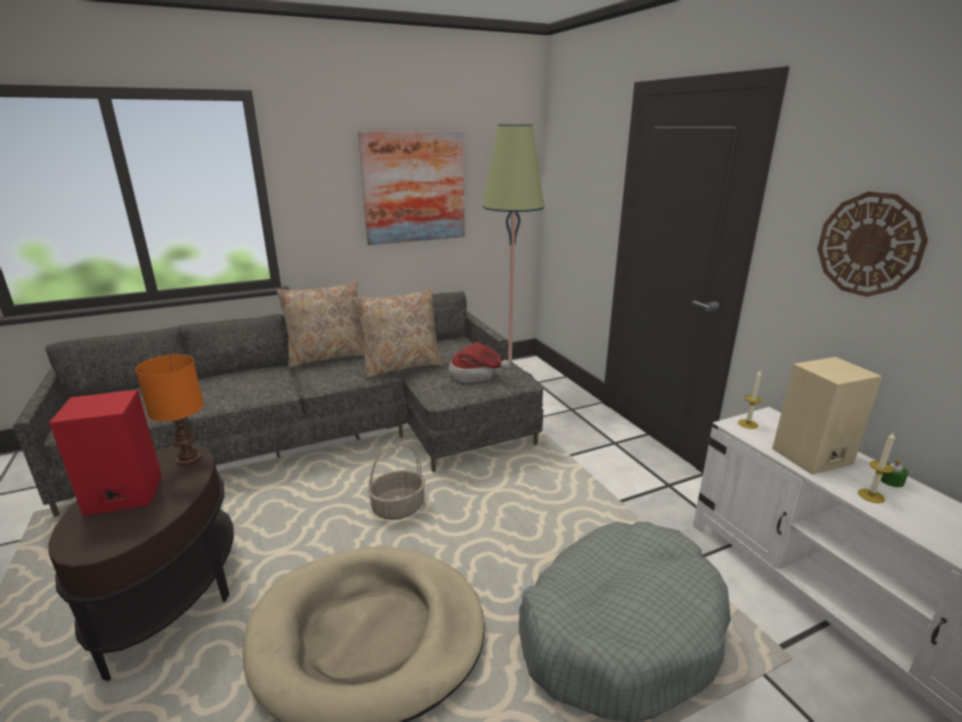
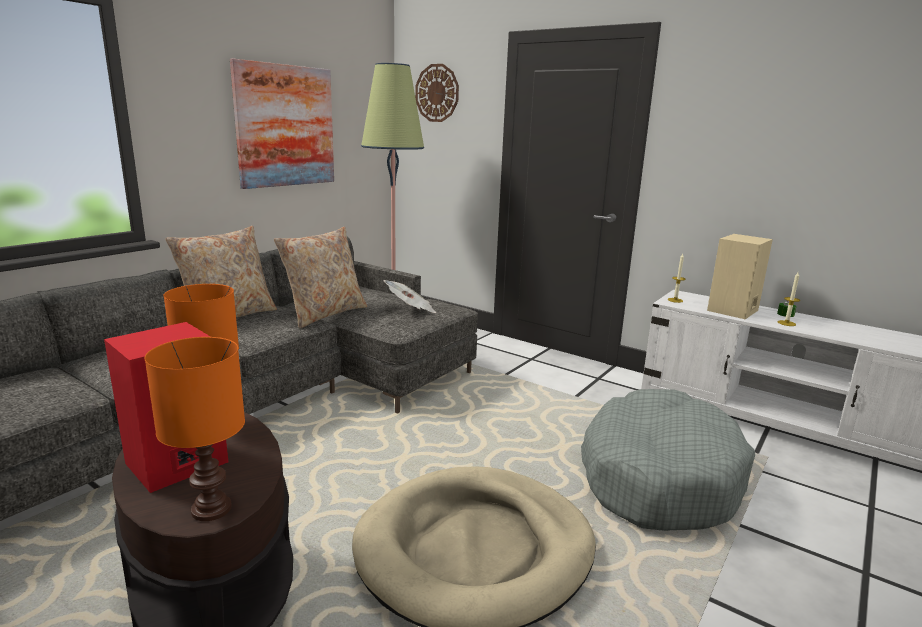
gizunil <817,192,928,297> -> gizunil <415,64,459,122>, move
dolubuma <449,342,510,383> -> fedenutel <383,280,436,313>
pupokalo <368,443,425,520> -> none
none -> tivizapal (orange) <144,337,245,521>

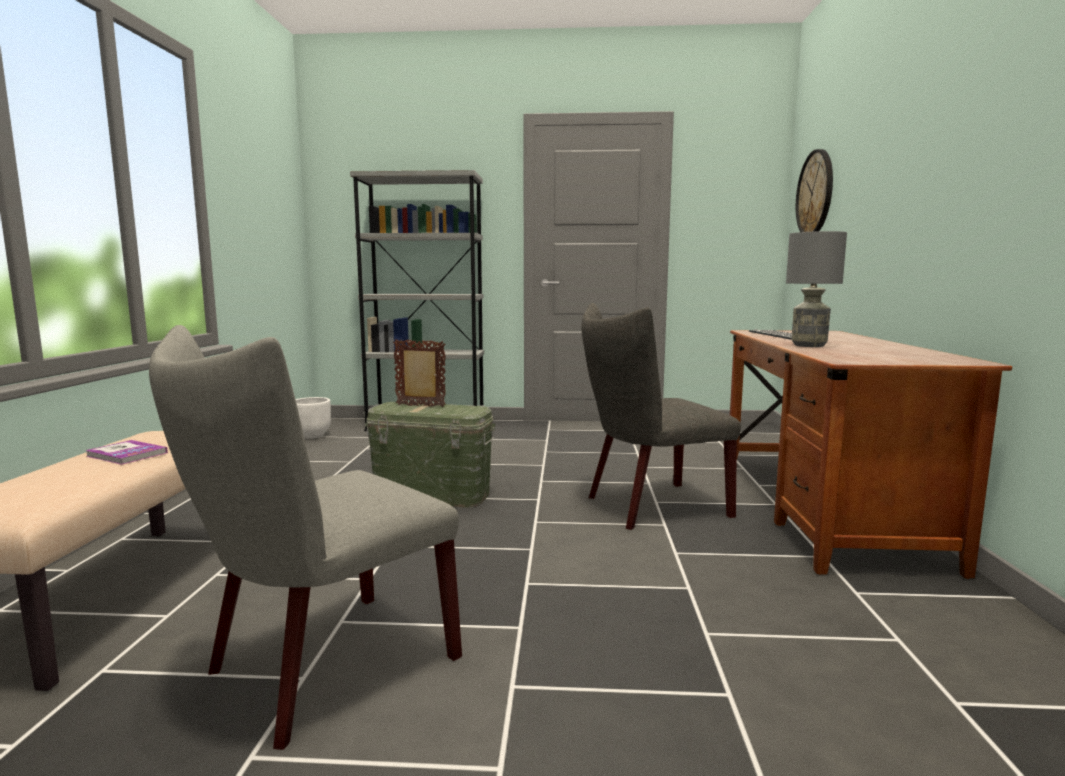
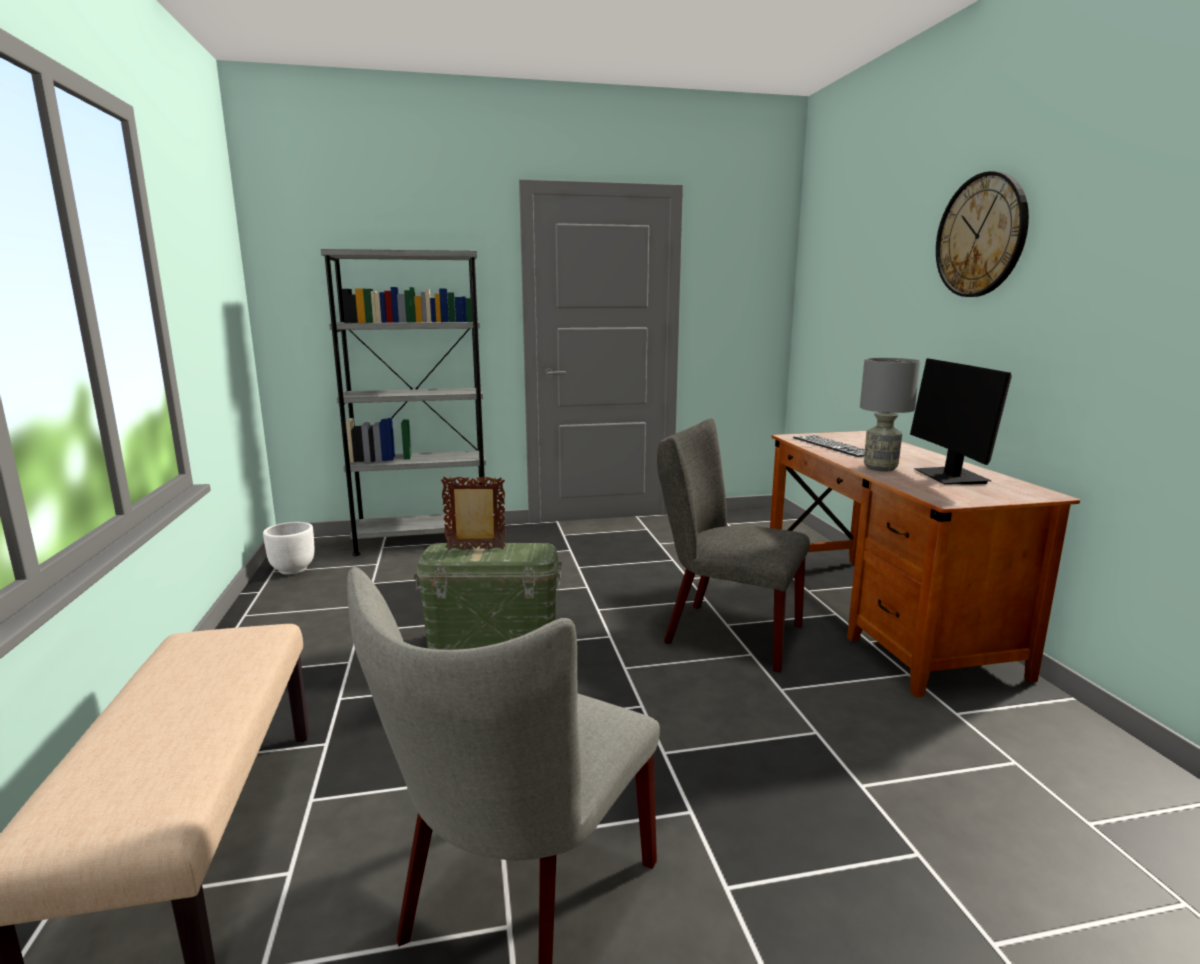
gizunil <796,149,833,232> -> gizunil <936,171,1029,297>, move
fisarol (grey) <581,303,741,530> -> fisarol (grey) <657,418,810,673>, 60 degrees clockwise
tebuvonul <85,440,168,465> -> none
none -> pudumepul <910,358,1012,484>

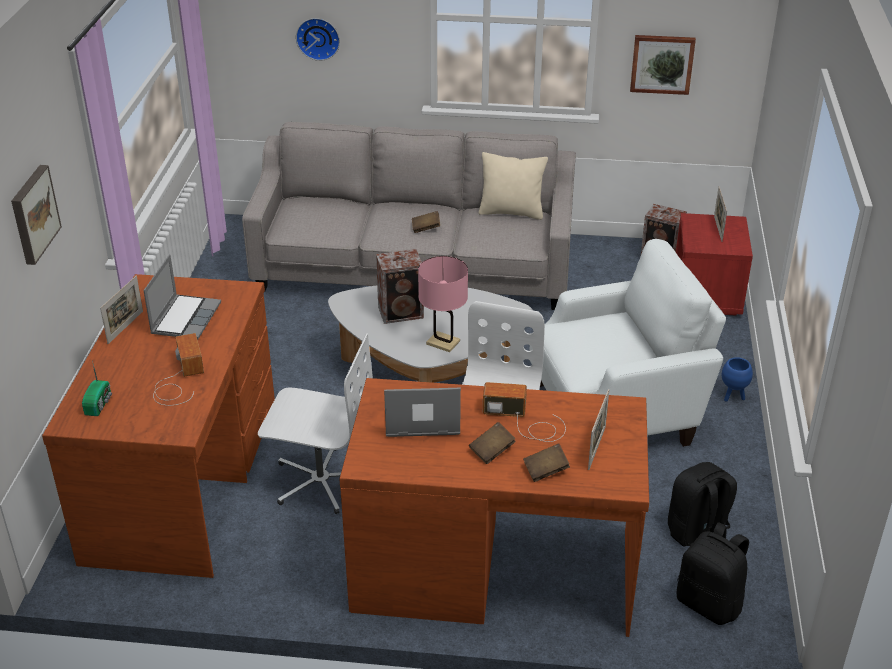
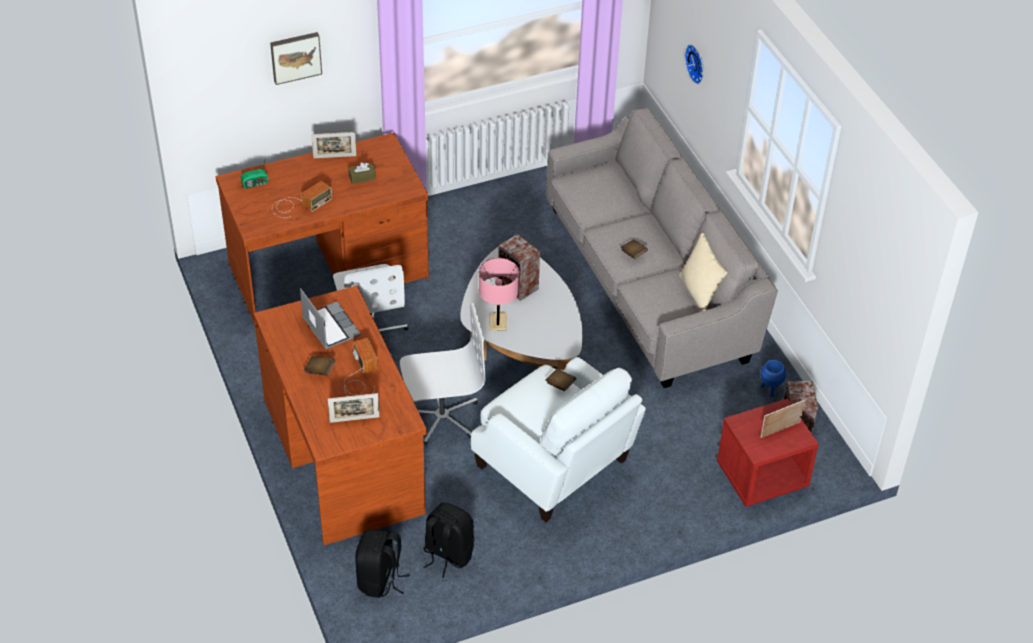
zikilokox <630,35,696,95> -> none
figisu <143,254,221,340> -> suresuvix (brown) <348,162,376,184>
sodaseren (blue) <722,357,753,402> -> sodaseren (blue) <760,360,786,397>, move
tebuvonul (brown) <523,443,570,482> -> tebuvonul (brown) <545,369,576,391>, move

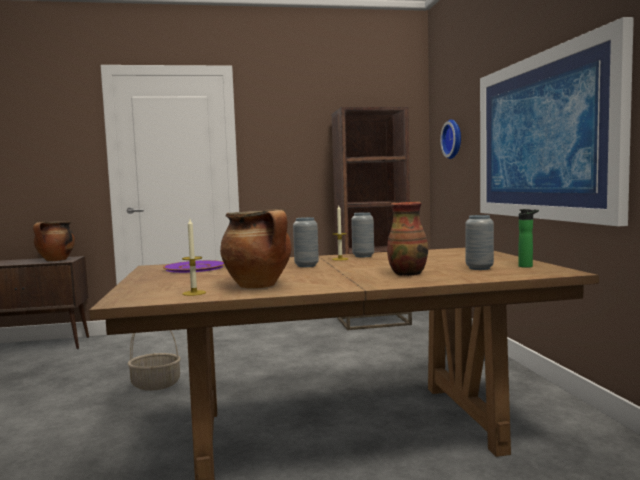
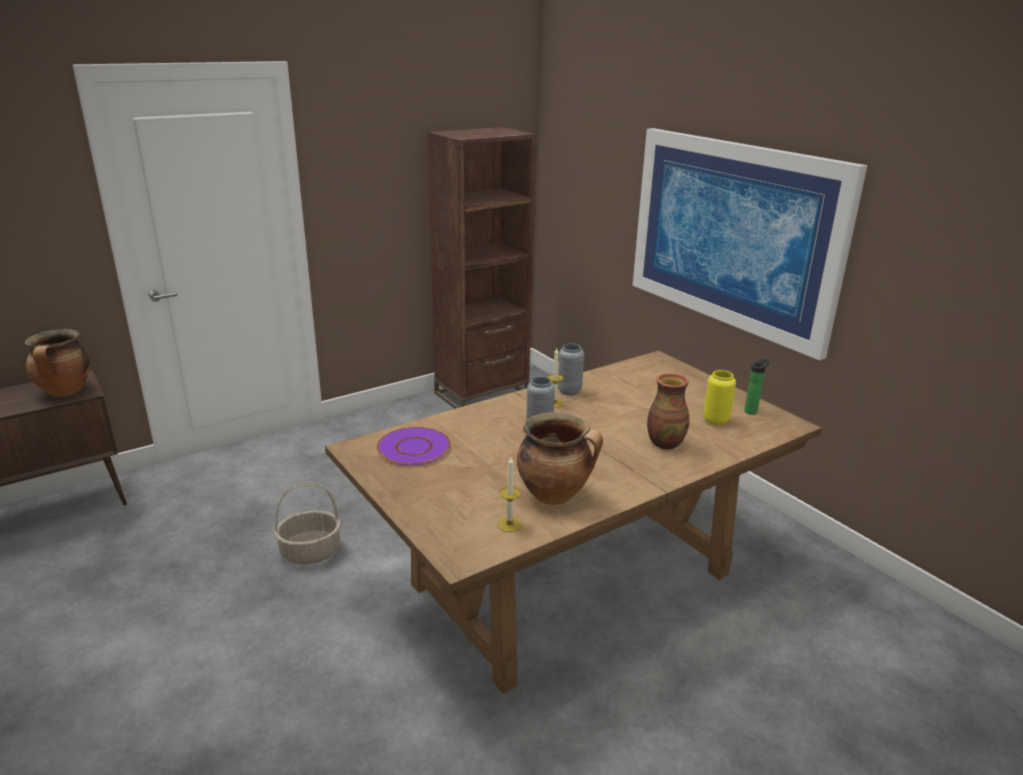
gizunil <440,119,461,159> -> none
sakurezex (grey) <465,215,494,270> -> sakurezex (yellow) <703,370,736,426>

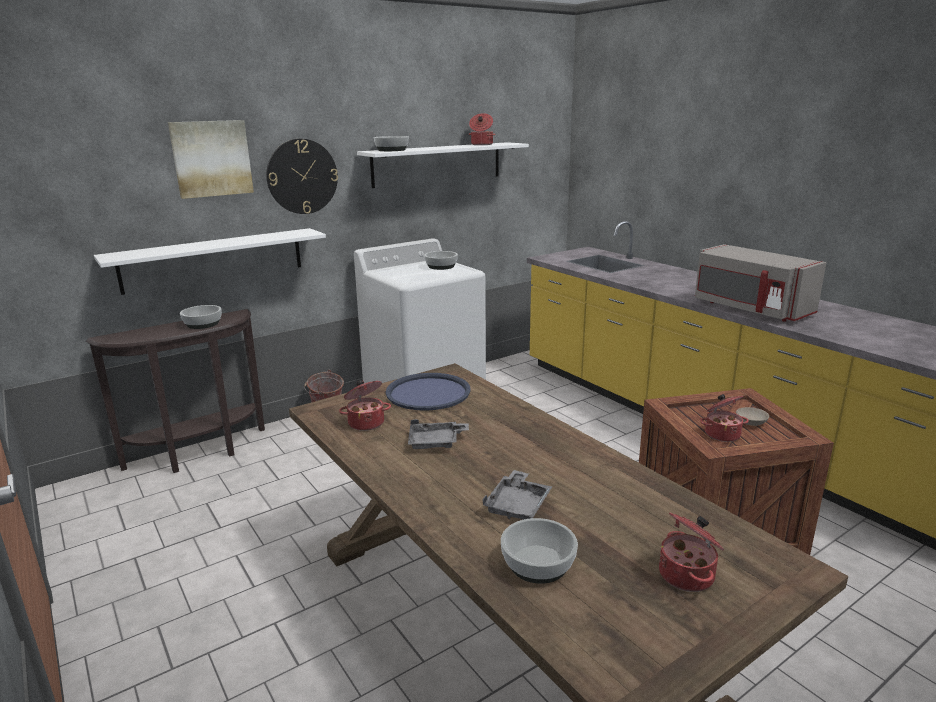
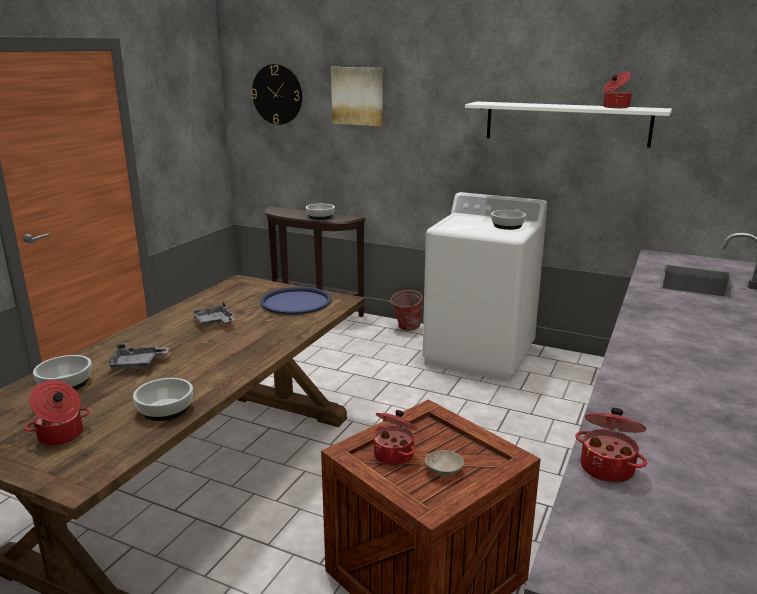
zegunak <374,136,409,151> -> zegunak <133,378,193,421>, move
gizunil <266,139,338,214> -> gizunil <251,64,302,125>, move
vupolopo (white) <94,228,326,295> -> none
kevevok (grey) <695,244,826,322> -> none
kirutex <339,380,391,431> -> kirutex <576,408,647,483>, move

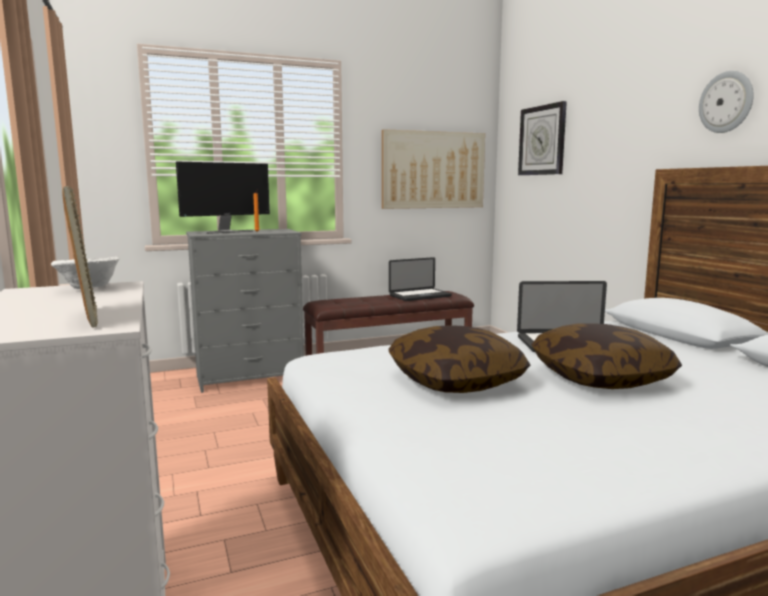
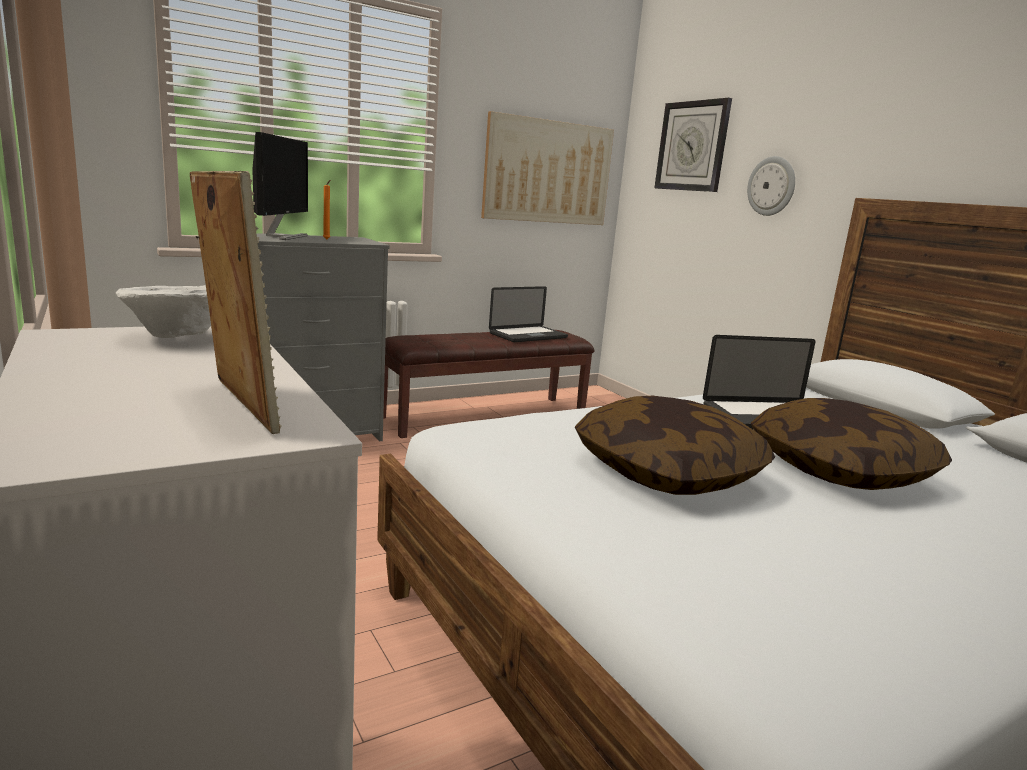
gizunil <699,71,754,133> -> gizunil <747,156,795,216>, move
pudumepul <176,162,270,234> -> pudumepul <252,132,308,240>, 45 degrees counterclockwise

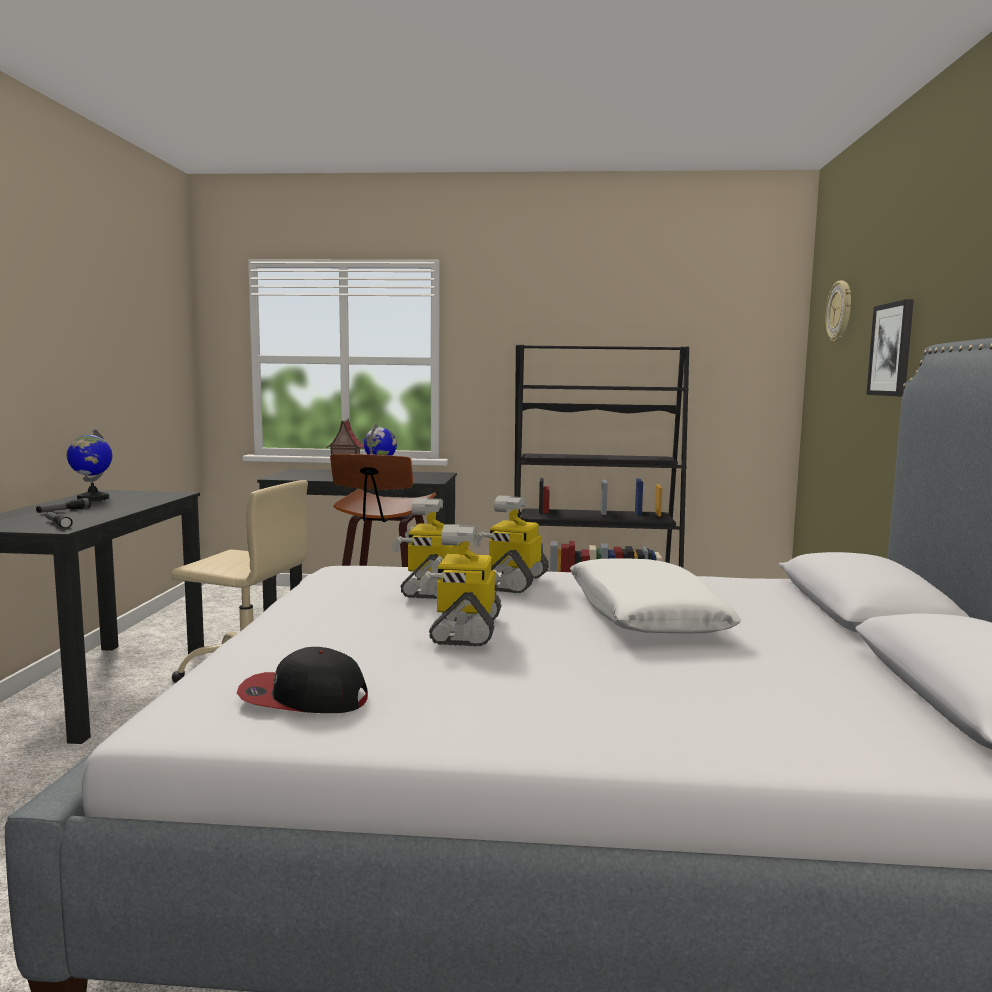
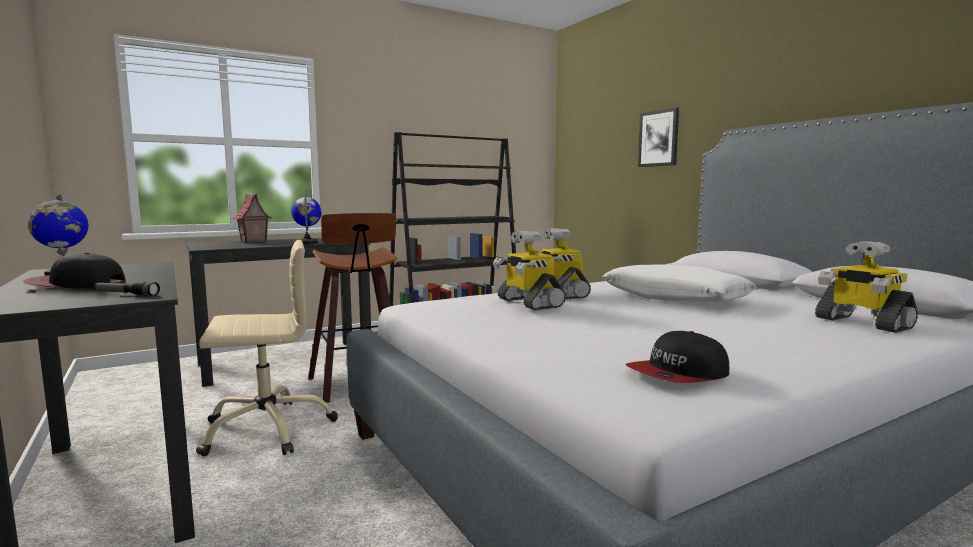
gizunil <825,280,851,343> -> none
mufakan <36,498,91,513> -> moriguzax <23,253,126,289>
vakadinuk <419,524,502,646> -> vakadinuk <815,241,918,333>, move

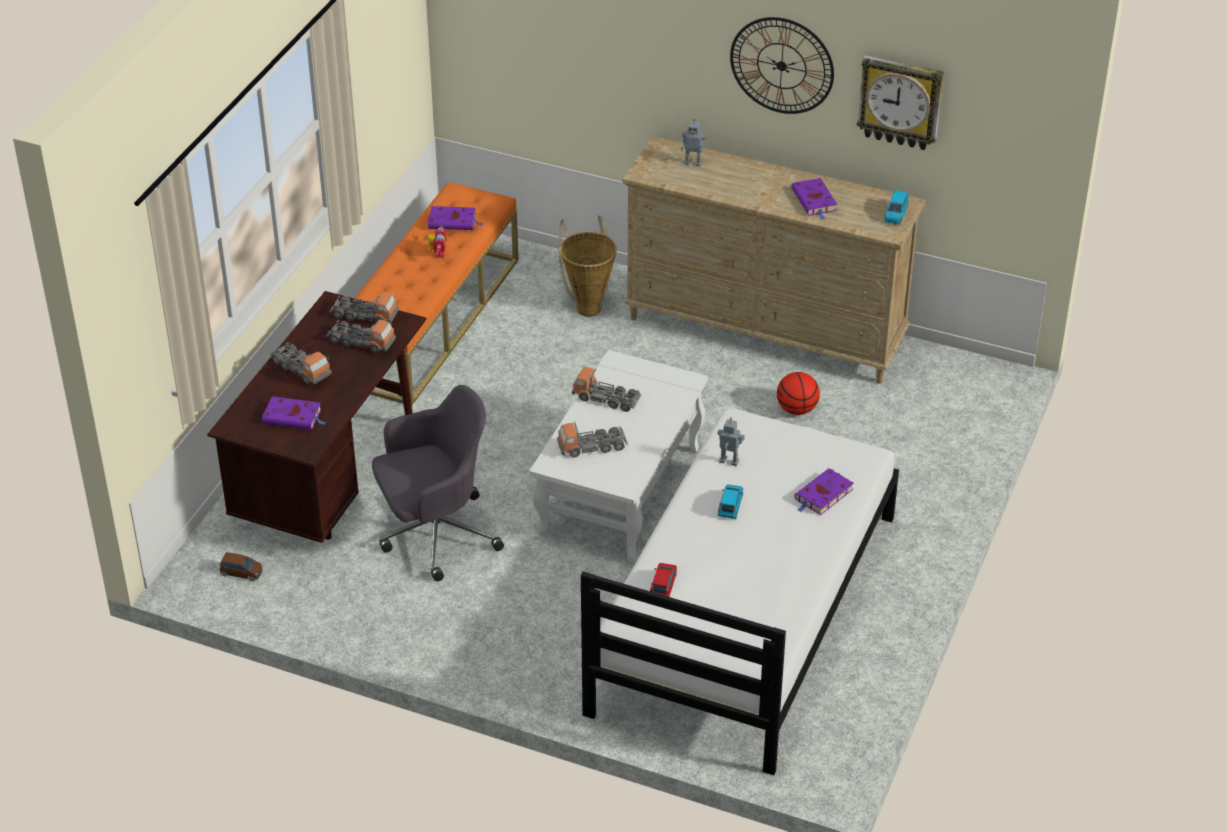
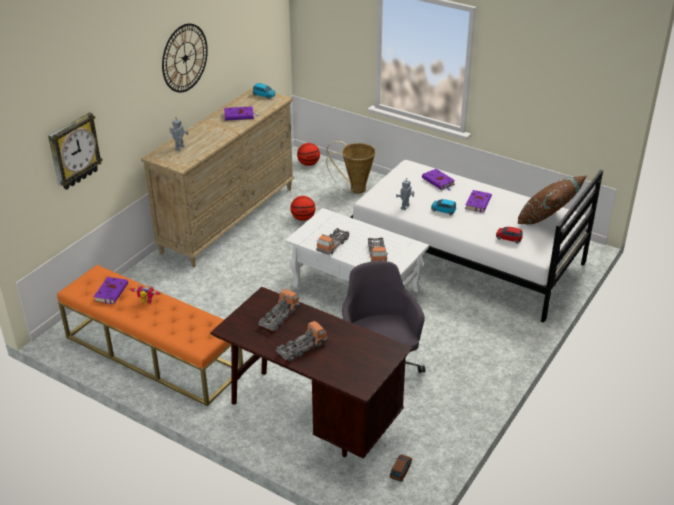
gizunil <857,55,944,150> -> gizunil <48,112,103,190>, move
pupokalo <559,215,617,317> -> pupokalo <326,141,376,194>, move
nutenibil <330,292,399,323> -> none
tebuvonul (purple) <262,396,326,430> -> tebuvonul (purple) <465,190,492,212>, move
none -> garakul <297,143,320,166>
none -> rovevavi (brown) <518,176,586,224>

